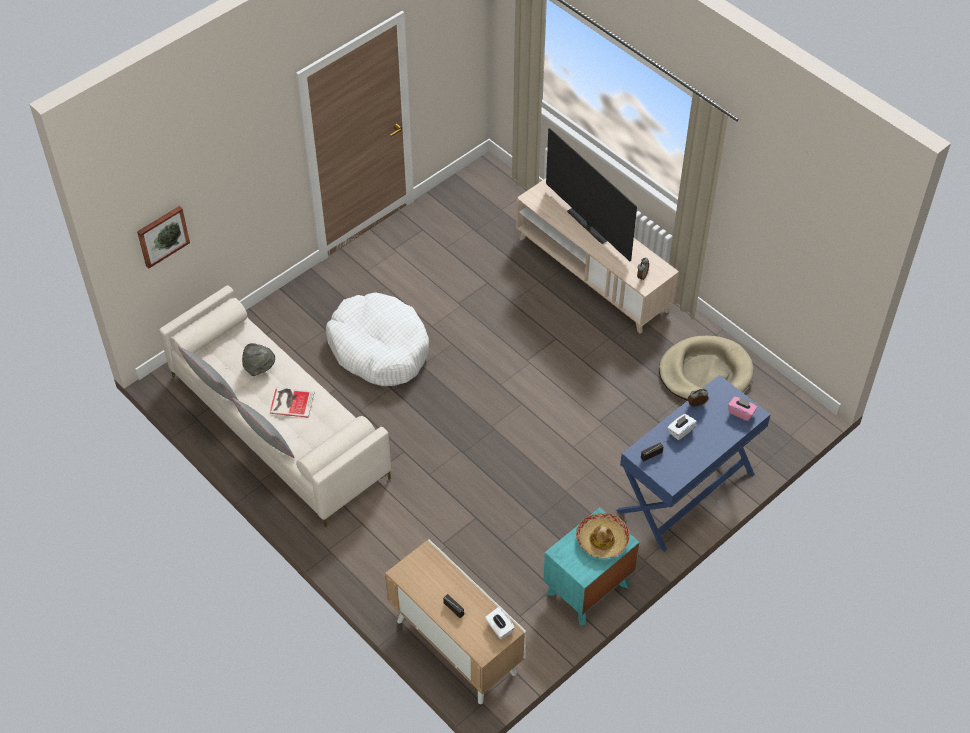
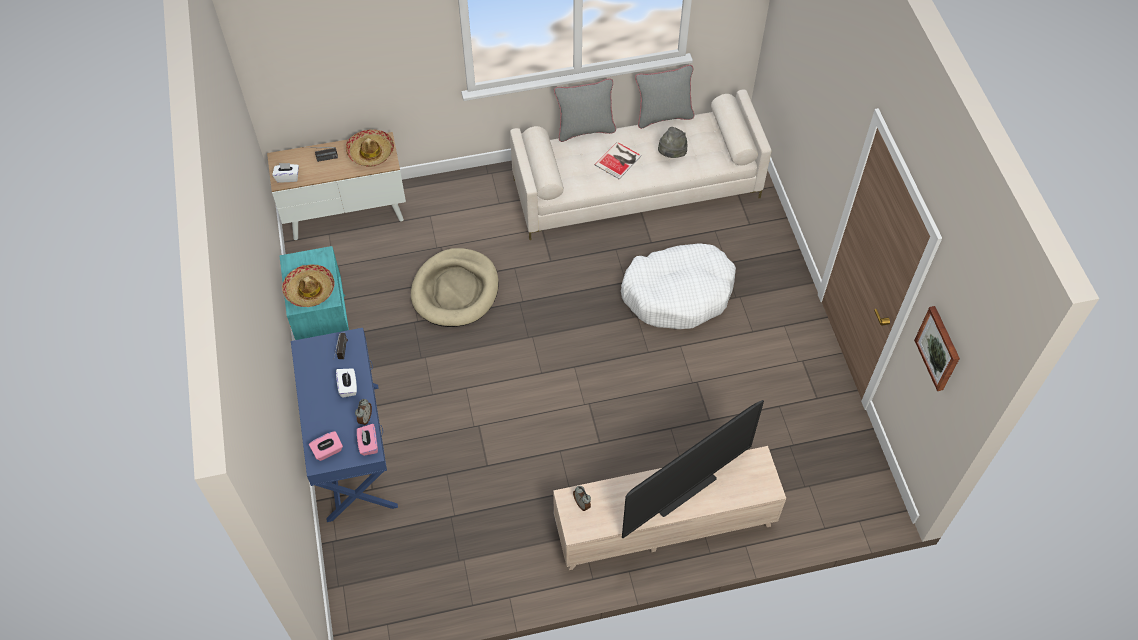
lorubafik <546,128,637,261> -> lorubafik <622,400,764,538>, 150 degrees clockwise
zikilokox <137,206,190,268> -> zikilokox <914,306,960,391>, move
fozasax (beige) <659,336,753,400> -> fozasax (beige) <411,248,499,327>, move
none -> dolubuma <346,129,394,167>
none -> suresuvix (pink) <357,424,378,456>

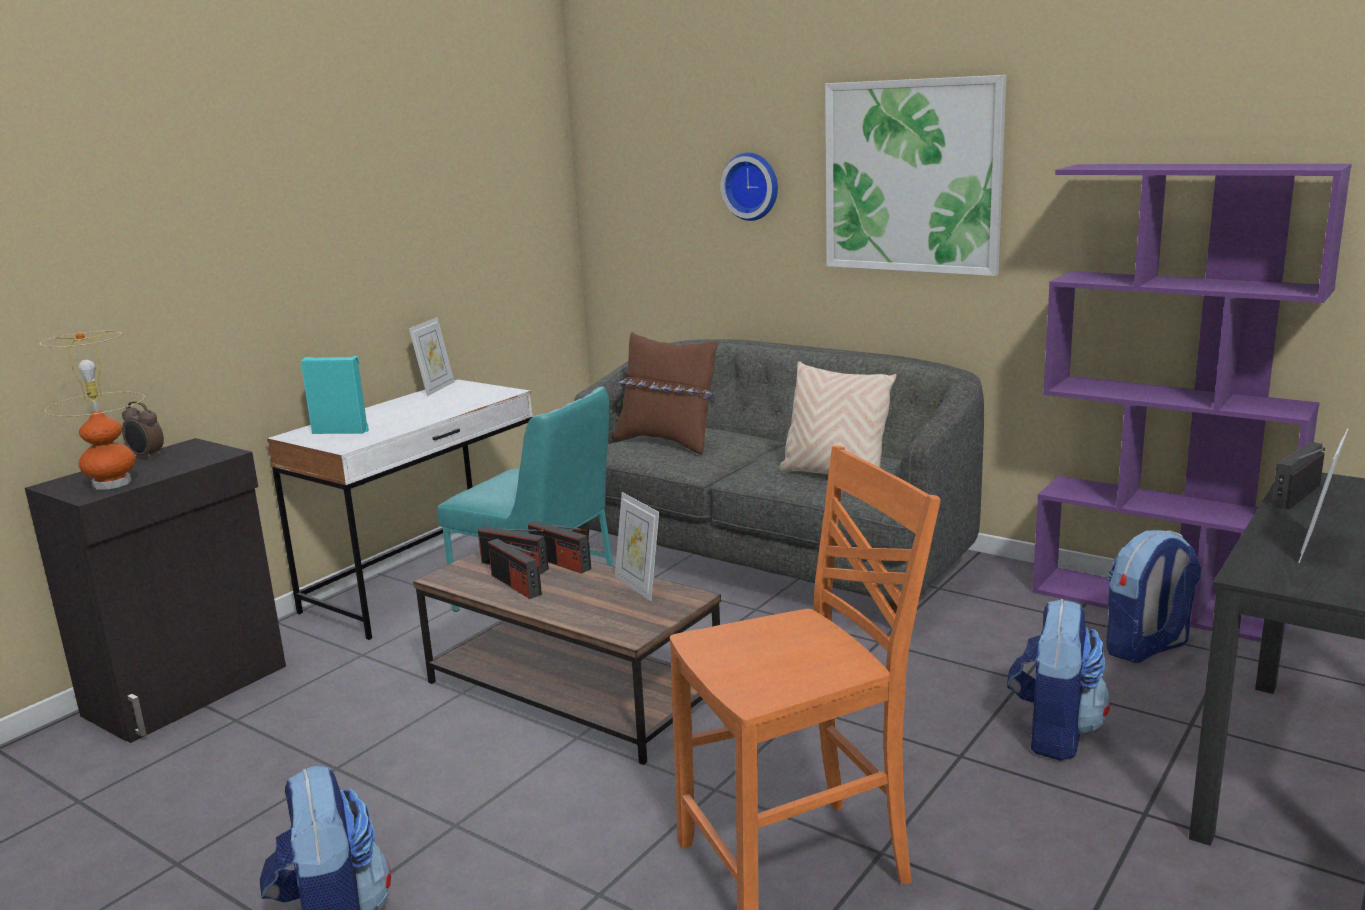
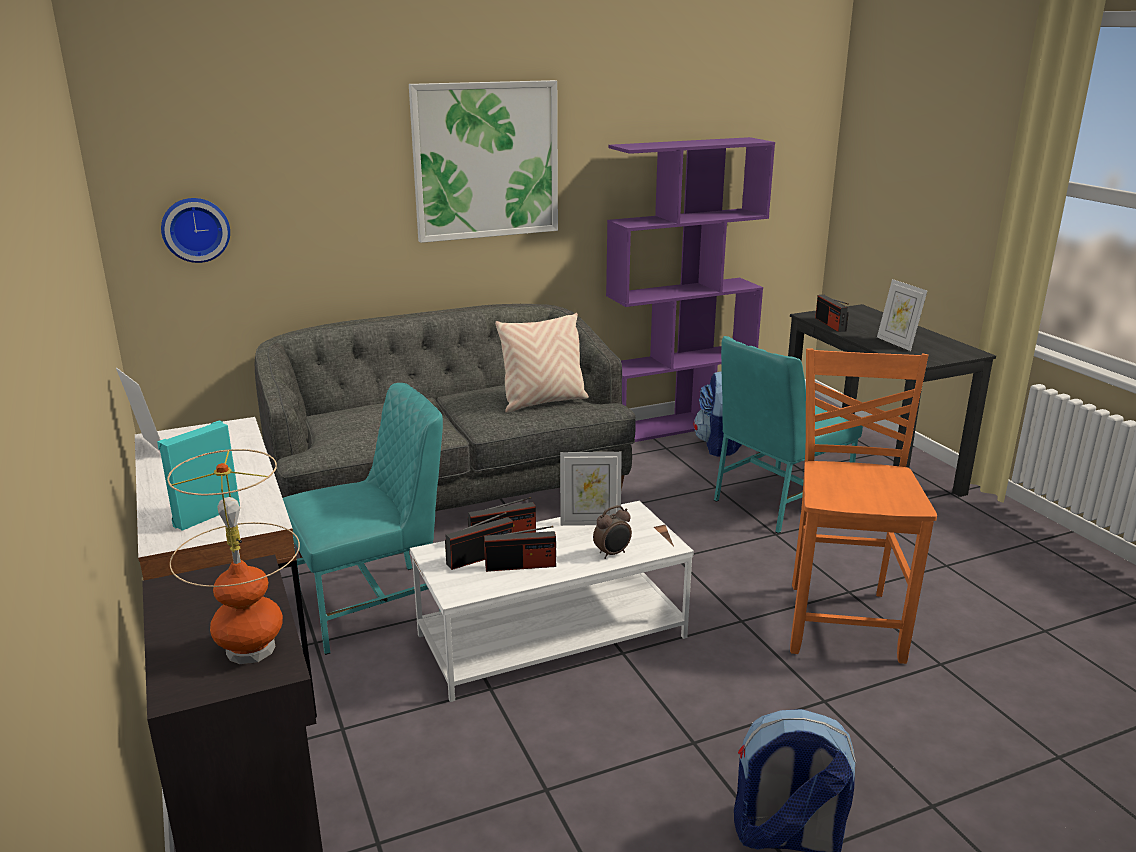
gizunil <720,153,778,221> -> gizunil <161,198,230,263>, move
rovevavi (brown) <614,332,718,454> -> none
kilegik <122,401,164,460> -> kilegik <593,505,632,559>, move
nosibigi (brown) <413,550,721,765> -> nosibigi (white) <410,501,694,702>
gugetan <1007,599,1111,761> -> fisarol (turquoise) <714,336,863,533>

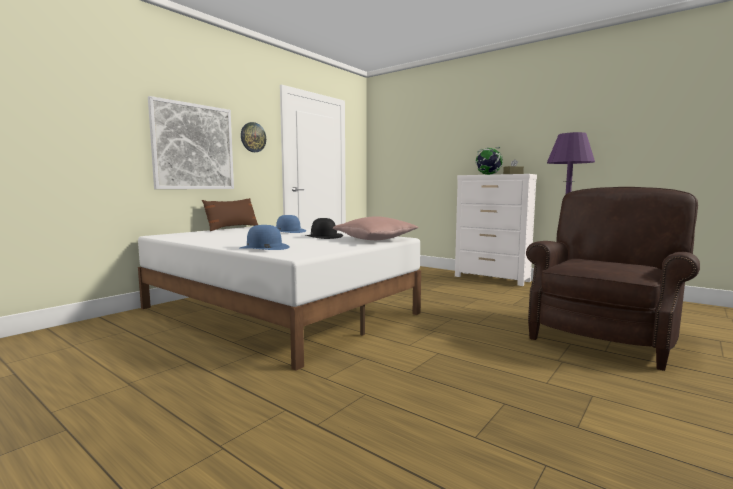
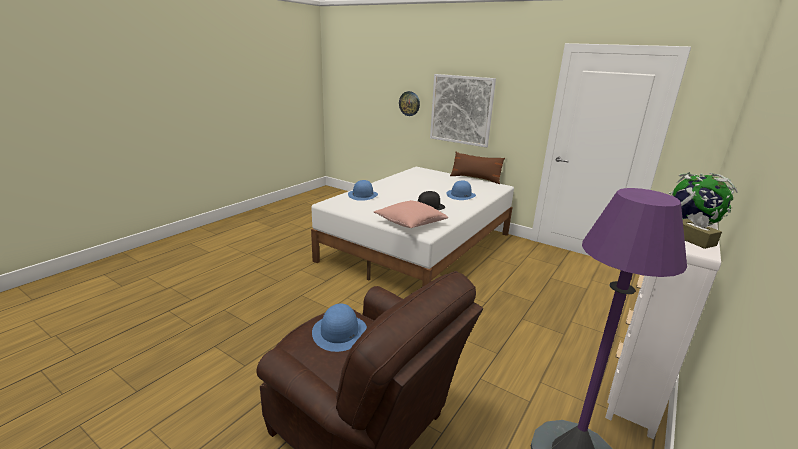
gizunil <241,122,266,152> -> gizunil <399,91,420,116>, move
none -> dolubuma (blue) <312,304,367,352>

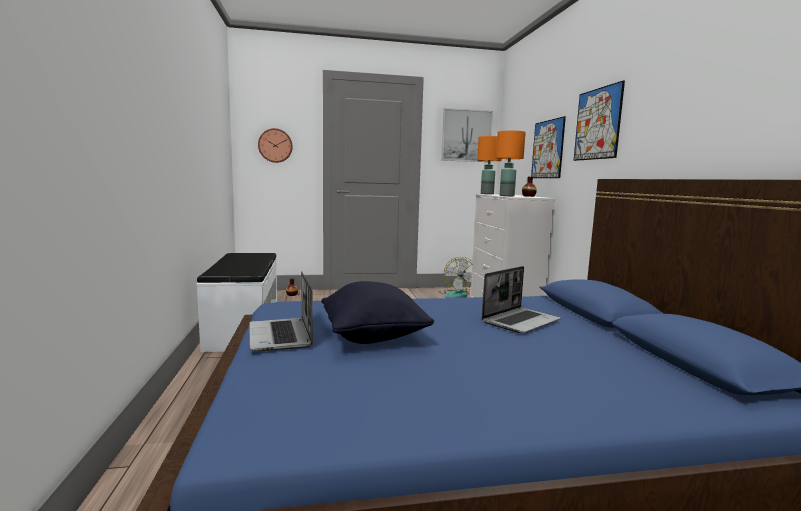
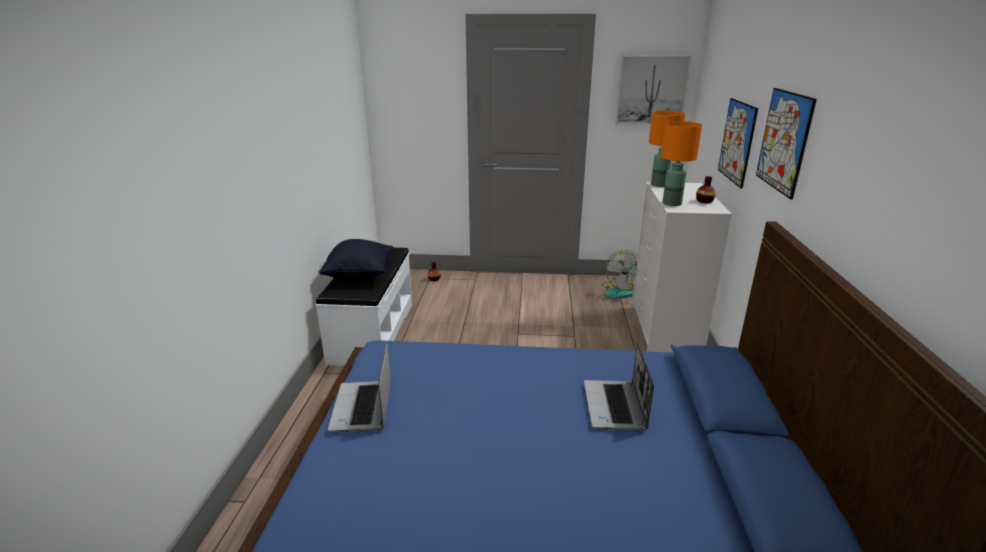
gizunil <258,128,293,163> -> none
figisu <481,266,561,333> -> figisu <584,342,654,431>, 120 degrees clockwise
rovevavi (black) <321,281,434,344> -> rovevavi (black) <319,239,393,281>, move

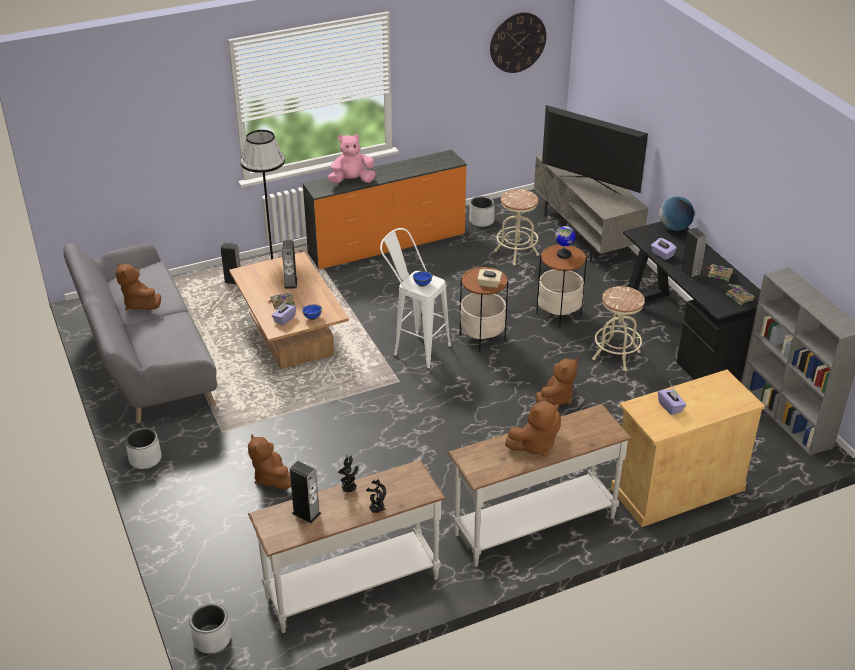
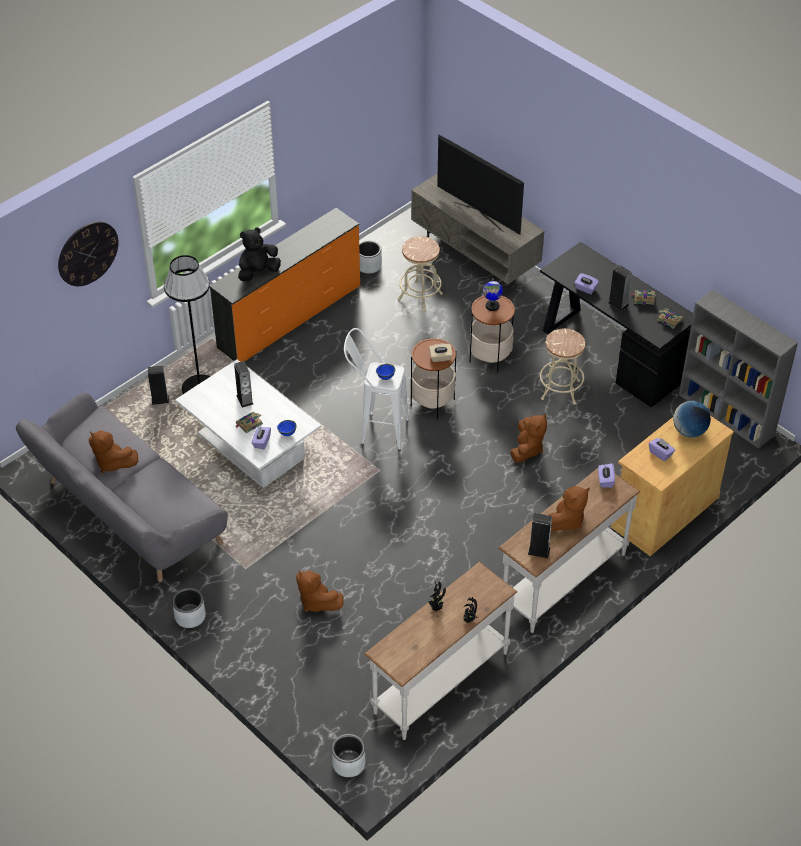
gizunil <490,12,546,73> -> gizunil <58,222,119,286>, move
lorubafik <542,105,648,194> -> lorubafik <437,134,524,235>, 150 degrees counterclockwise
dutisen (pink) <328,134,376,183> -> dutisen (black) <238,228,281,281>
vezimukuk <659,197,694,231> -> vezimukuk <673,401,711,437>, move
nosibigi (brown) <229,252,349,369> -> nosibigi (white) <175,359,321,488>
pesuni <290,461,321,523> -> pesuni <528,513,552,558>, move
none -> suresuvix (purple) <598,463,615,488>

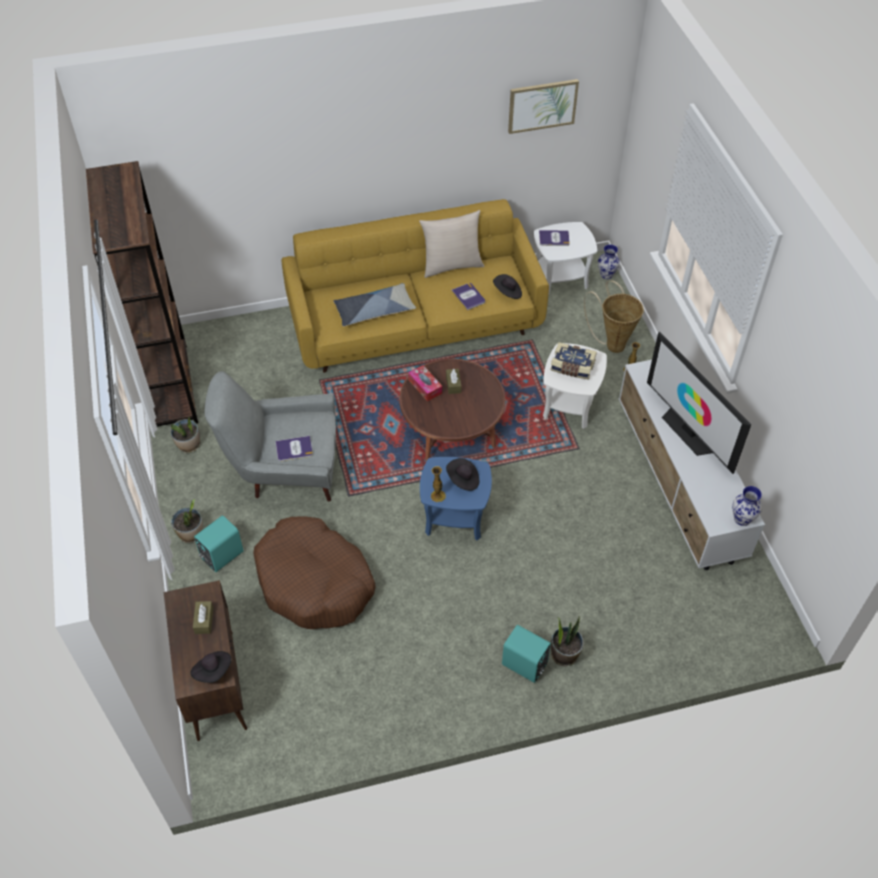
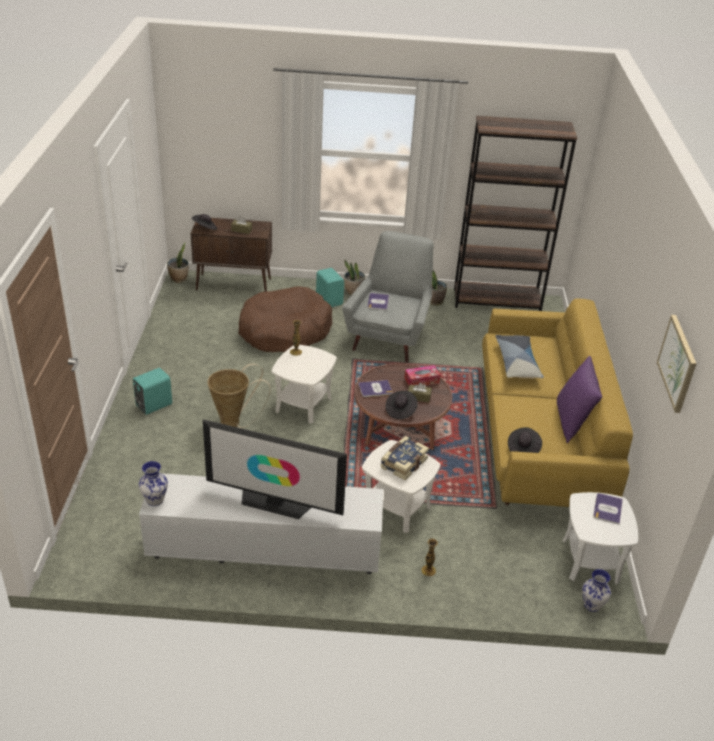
rovevavi (beige) <419,210,484,278> -> rovevavi (purple) <557,356,602,443>
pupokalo <584,281,644,353> -> pupokalo <207,364,271,428>, move
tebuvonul <451,283,485,310> -> tebuvonul <358,380,392,397>, move
lorubafik <647,332,751,474> -> lorubafik <203,419,347,519>, 150 degrees counterclockwise
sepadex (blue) <420,457,492,541> -> sepadex (white) <272,345,337,424>
dolubuma (black) <446,458,479,491> -> dolubuma (black) <386,391,418,419>, move
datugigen <551,616,584,666> -> datugigen <167,242,189,283>, move

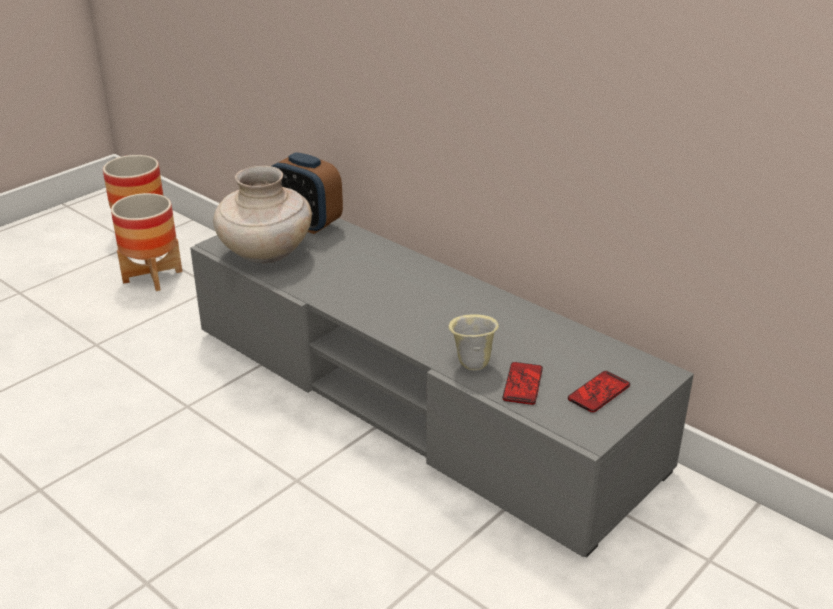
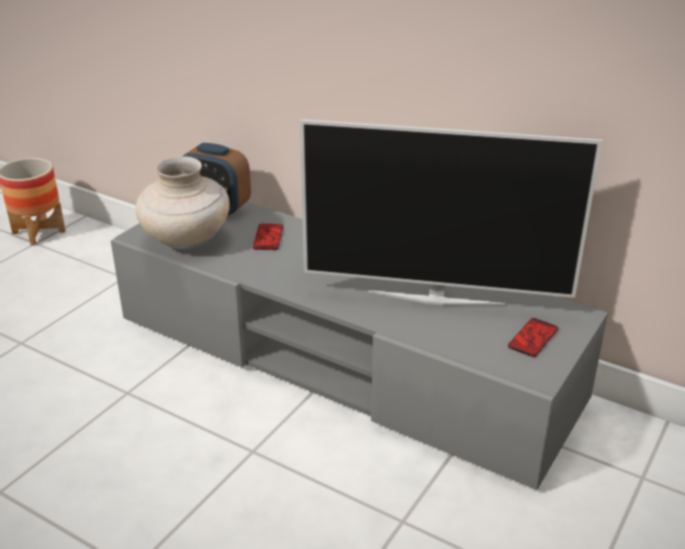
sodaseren <111,193,182,291> -> none
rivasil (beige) <448,314,499,370> -> none
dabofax <503,362,543,405> -> dabofax <253,224,283,250>, move
none -> lorubafik <300,119,602,305>

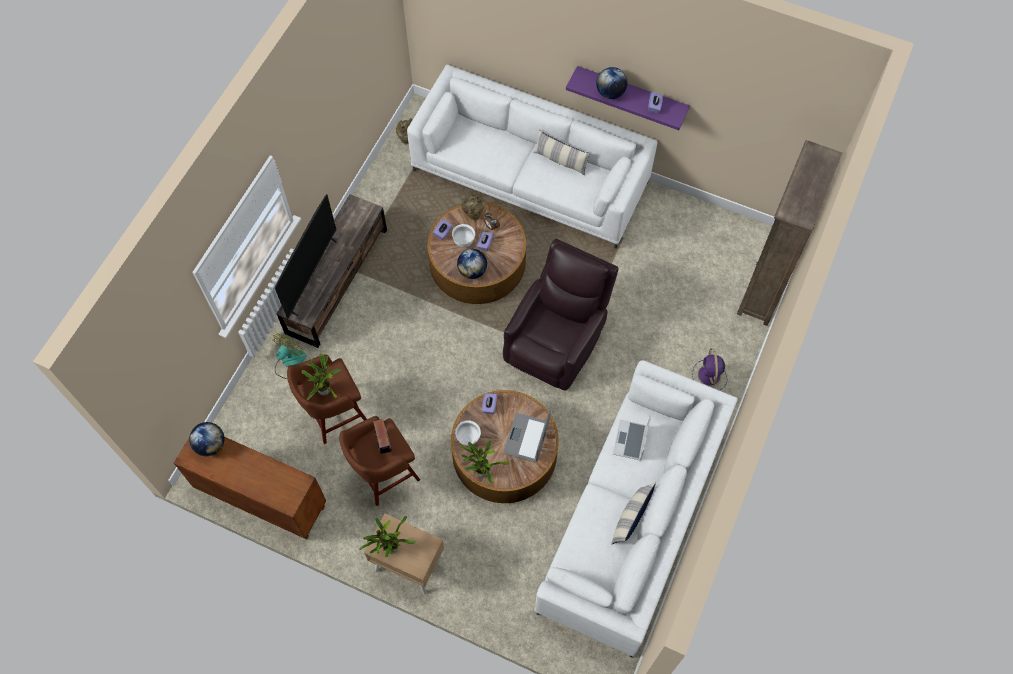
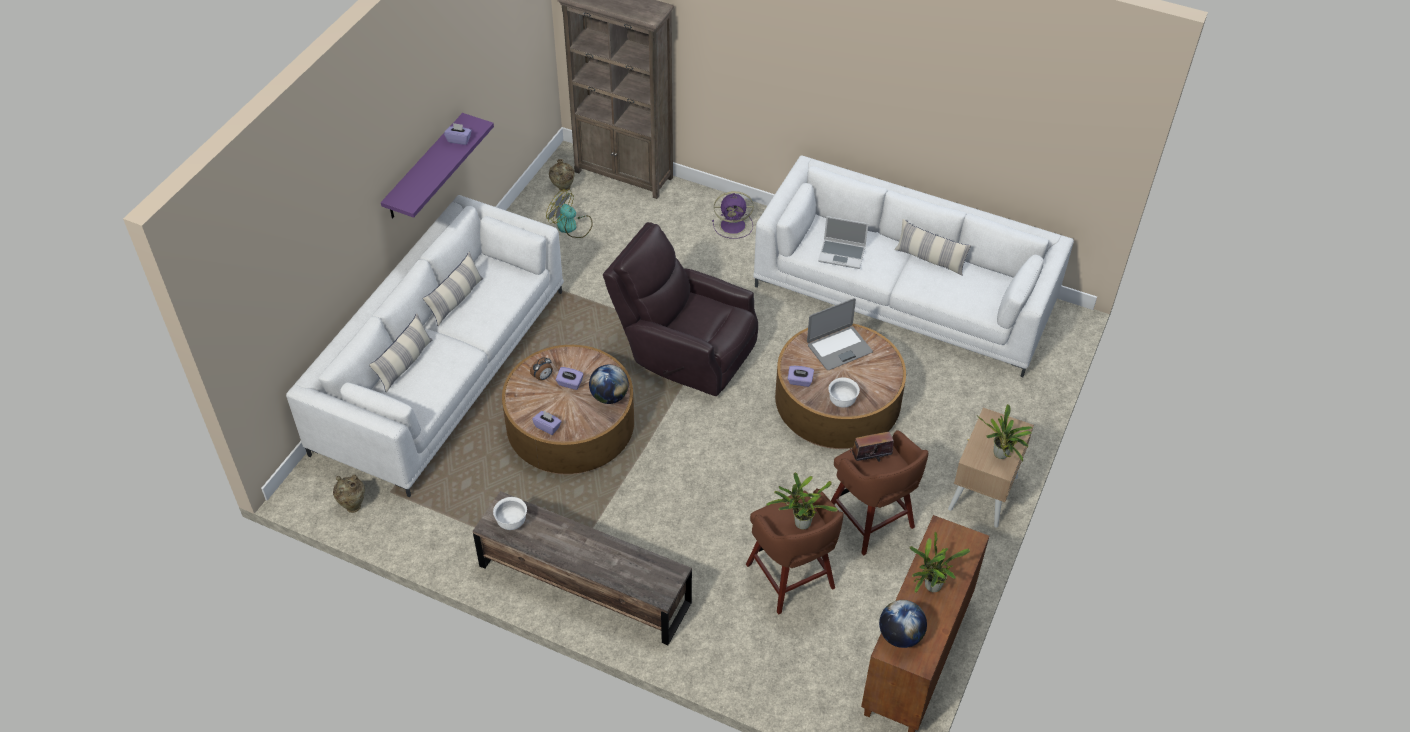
vezimukuk <596,67,627,99> -> none
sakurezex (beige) <461,193,484,220> -> sakurezex (beige) <549,159,574,192>, move
lorubafik <275,194,337,320> -> none
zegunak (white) <452,224,475,247> -> zegunak (white) <493,497,527,530>, move
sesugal <273,333,306,379> -> sesugal <546,189,593,238>, move
figisu <504,409,551,462> -> figisu <807,298,873,370>, 45 degrees counterclockwise
datugigen <460,440,509,484> -> datugigen <910,532,970,593>, move
none -> rovevavi <369,313,432,393>

